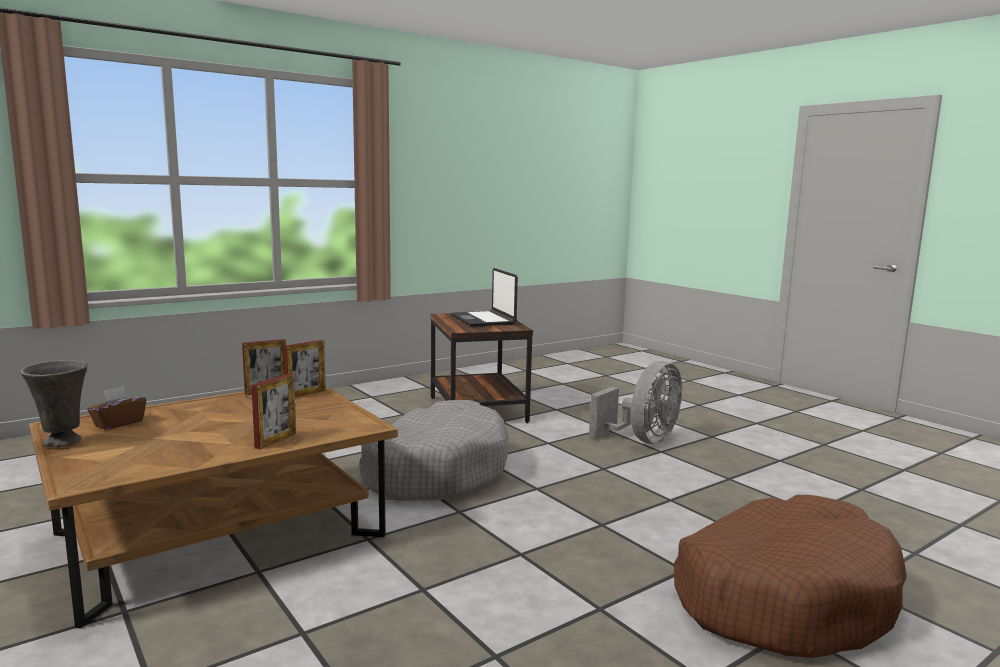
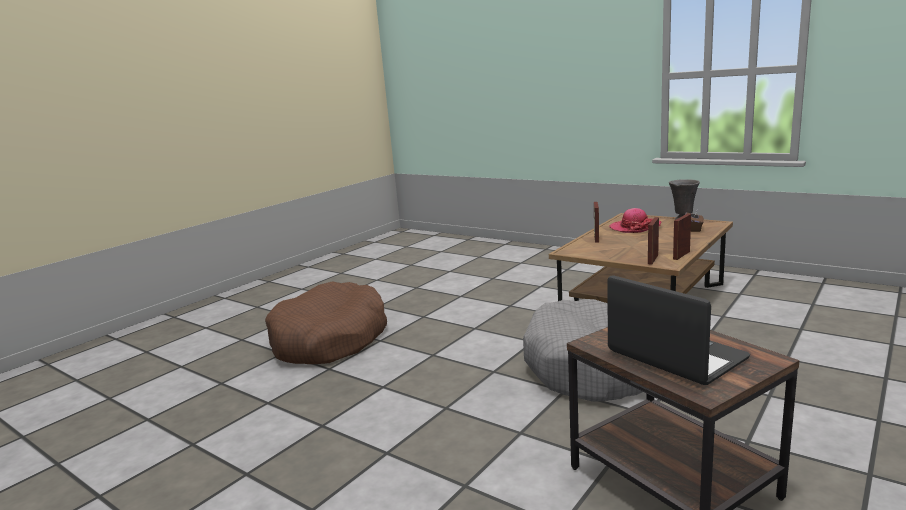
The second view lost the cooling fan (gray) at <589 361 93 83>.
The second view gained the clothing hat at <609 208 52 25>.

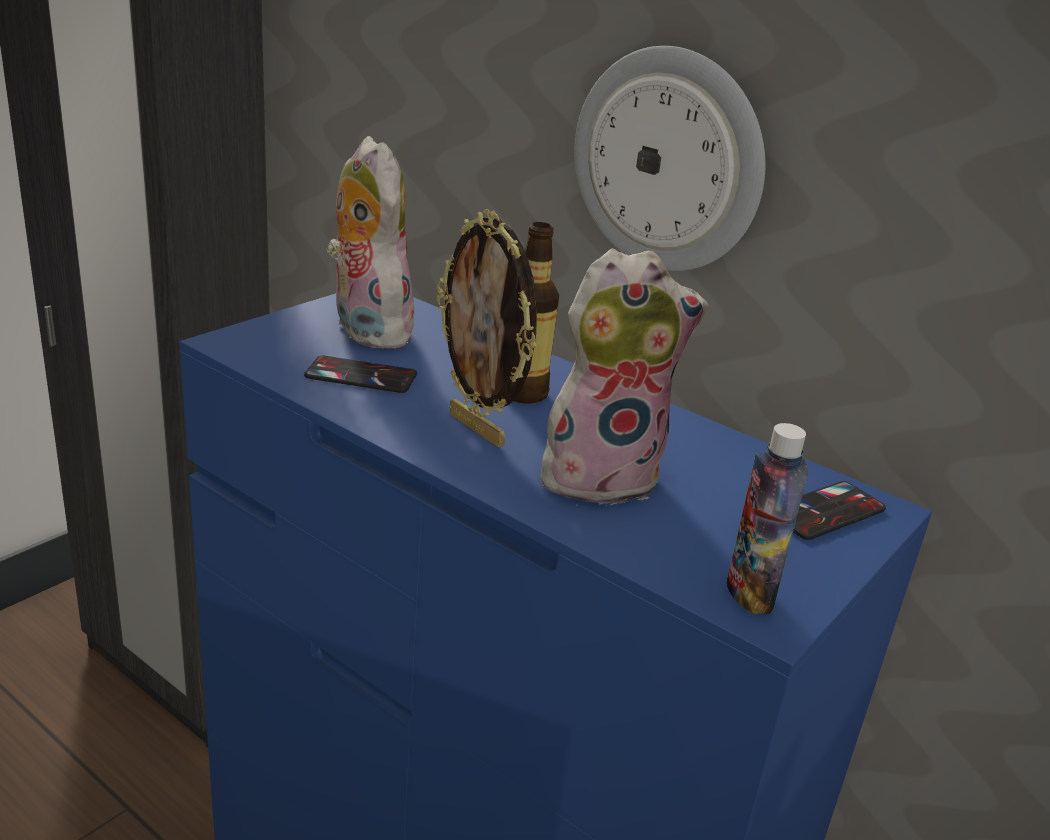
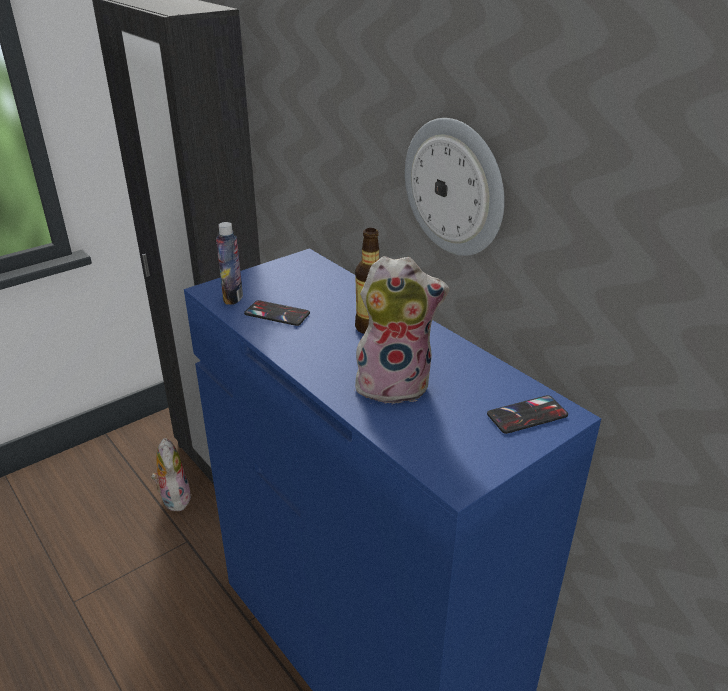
The cuddly toy ended up elsewhere, having gone from <326 136 92 213> to <151 438 41 73>.
The second view lost the standing frame at <436 209 101 238>.
The beverage bottle ended up elsewhere, having gone from <727 423 81 191> to <216 222 27 83>.

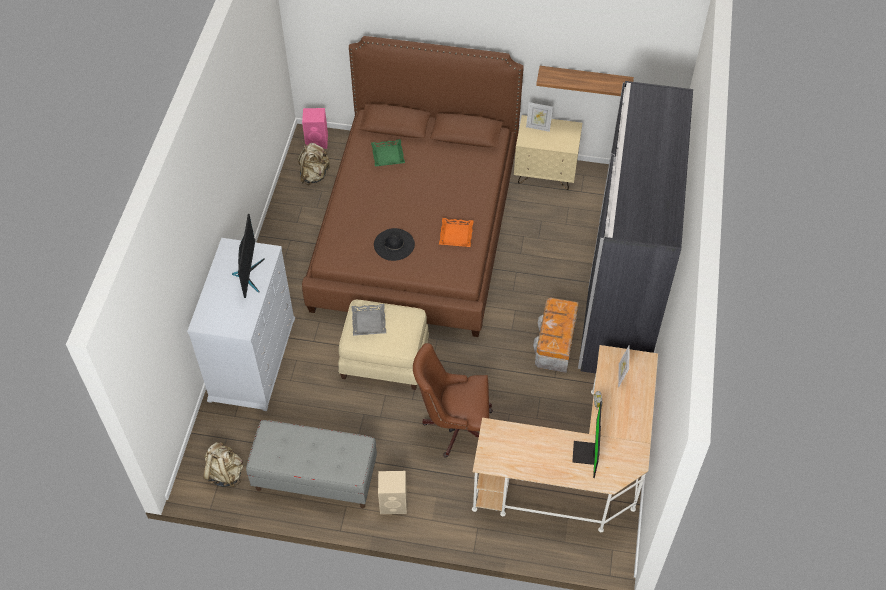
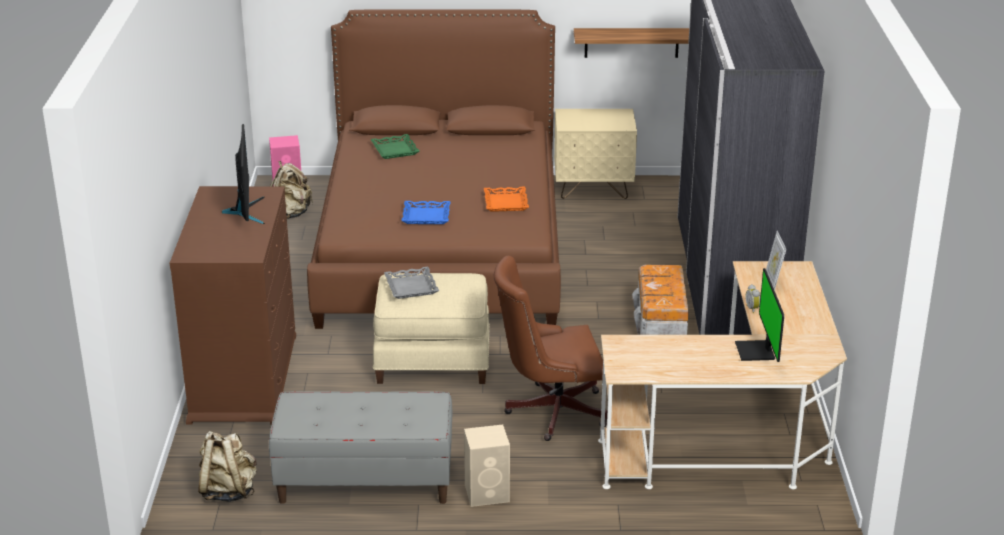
What was the dresser (white) at <187 238 108 173> turned into the dresser (brown-coloured) at <170 186 126 239>.
Where the clothing hat (blackish) stood at <374 228 41 33>, the carrying tray (bluish) came to stand at <401 201 50 23>.
The second view lost the standing frame at <526 102 27 30>.

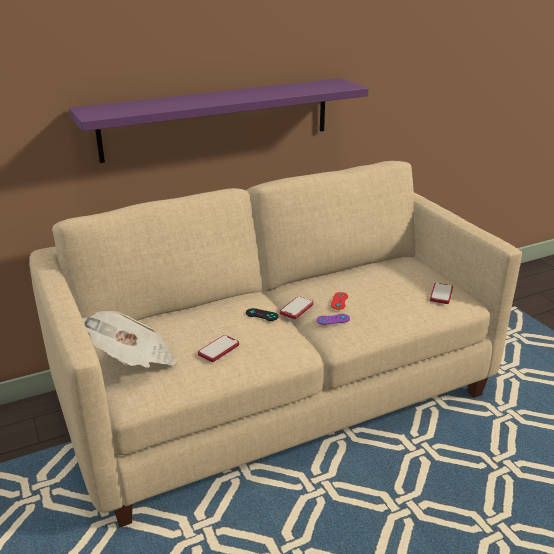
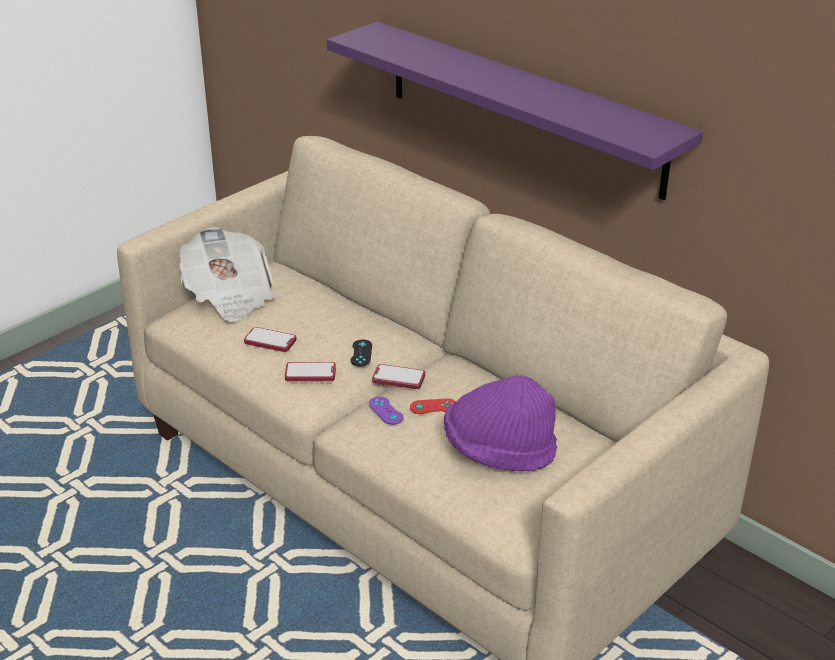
The phone ended up elsewhere, having gone from <430 283 23 21> to <285 362 51 19>.
The second view gained the clothing hat (purple) at <444 375 113 97>.

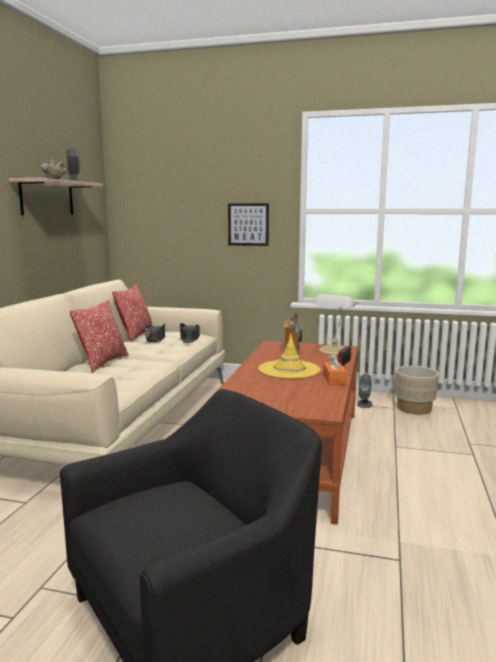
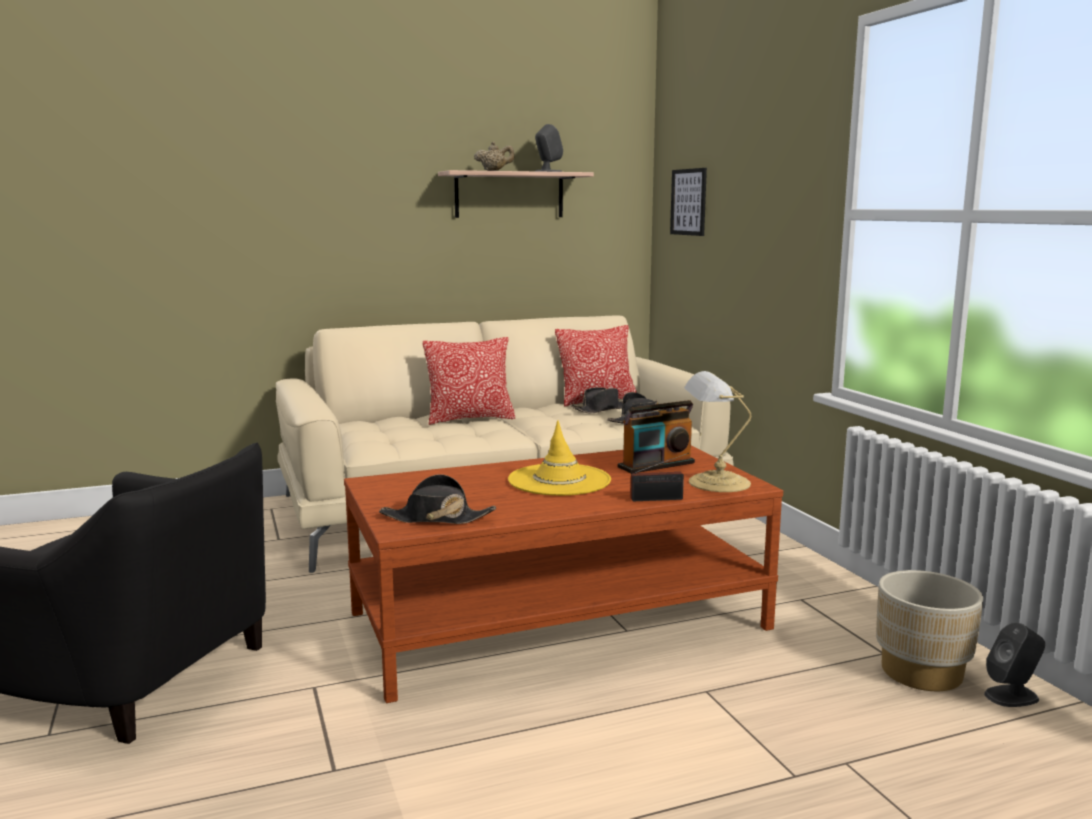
The wall art ended up elsewhere, having gone from <228 203 41 43> to <670 168 37 68>.
The second view lost the tissue box (orangey) at <323 354 23 31>.
The loudspeaker (gray) ended up elsewhere, having gone from <357 374 15 34> to <984 622 61 85>.
The second view gained the clothing hat (blackish) at <379 474 117 50>.

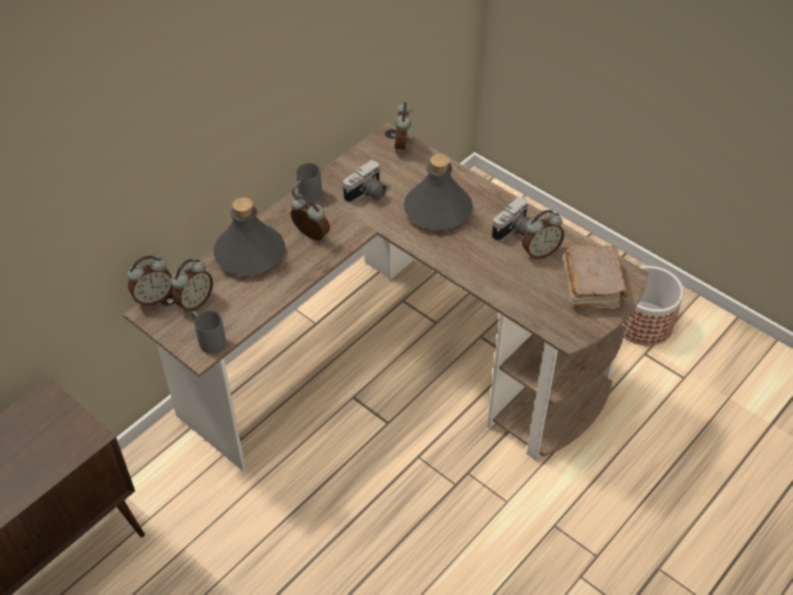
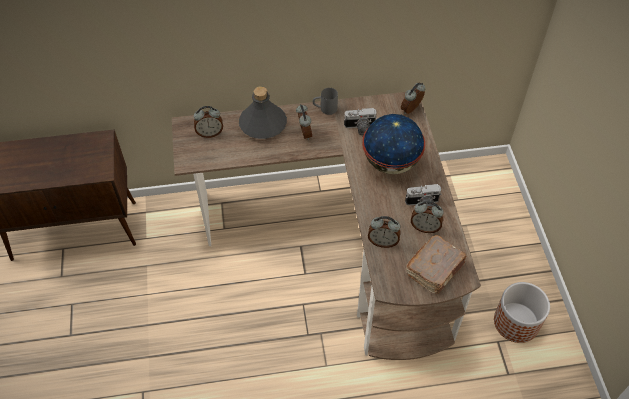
The bedside clock ended up elsewhere, having gone from <127 256 46 50> to <368 216 33 32>.
The second view lost the mug (gray) at <192 311 34 43>.
Where the beverage bottle (gray) stood at <404 154 69 76>, the world globe came to stand at <362 114 63 60>.

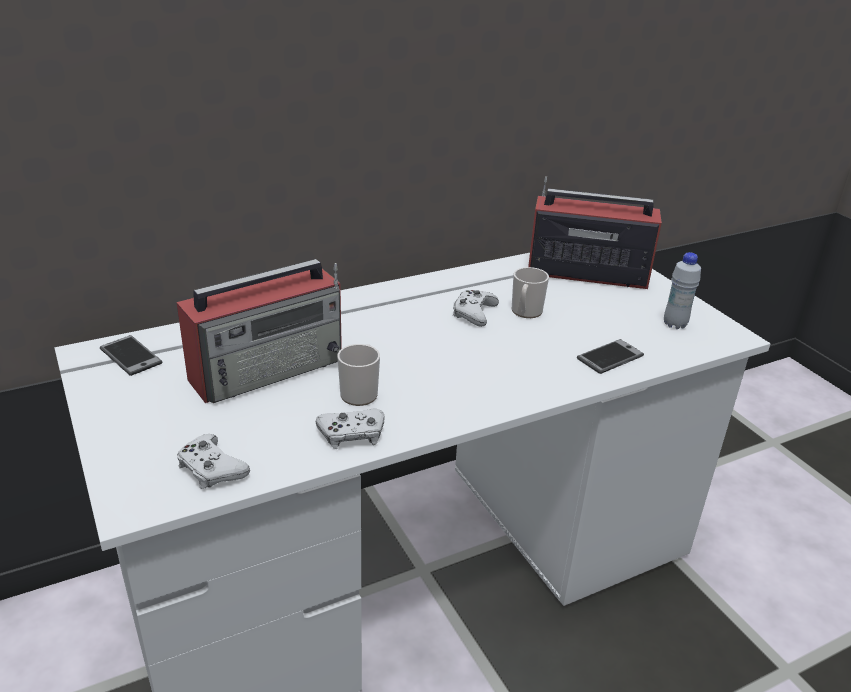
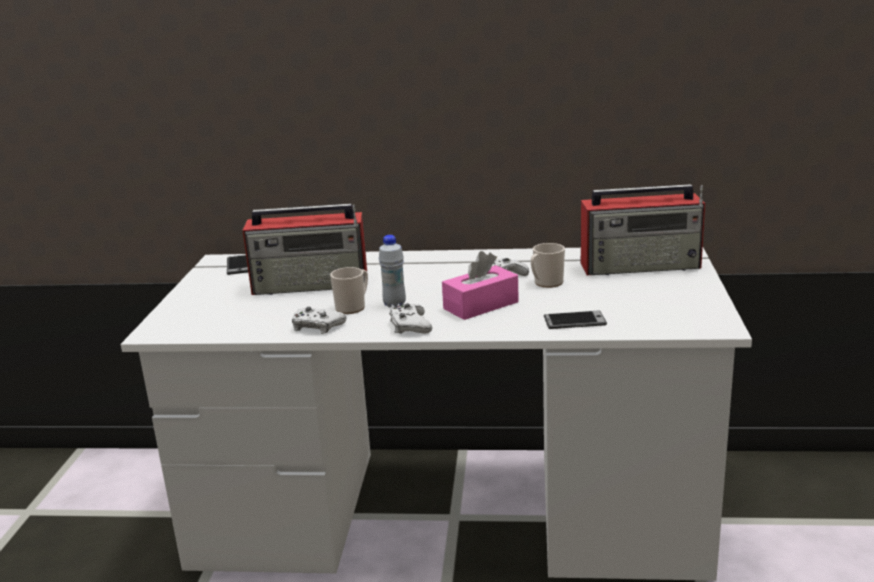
The joypad (white) ended up elsewhere, having gone from <177 434 73 55> to <389 303 43 31>.
The radio receiver at <528 176 134 113> ended up facing another way, 135 degrees clockwise from before.
The beverage bottle (white) ended up elsewhere, having gone from <664 252 37 77> to <379 235 27 72>.
The second view gained the tissue box (pink-coloured) at <442 251 77 69>.

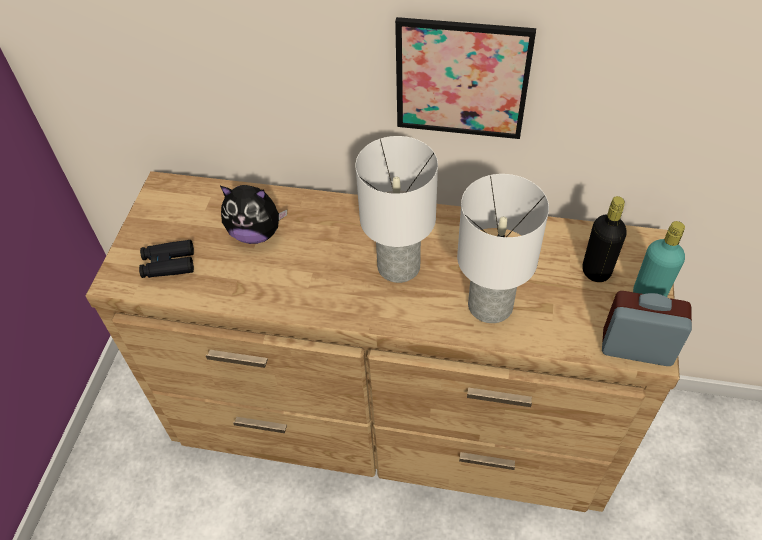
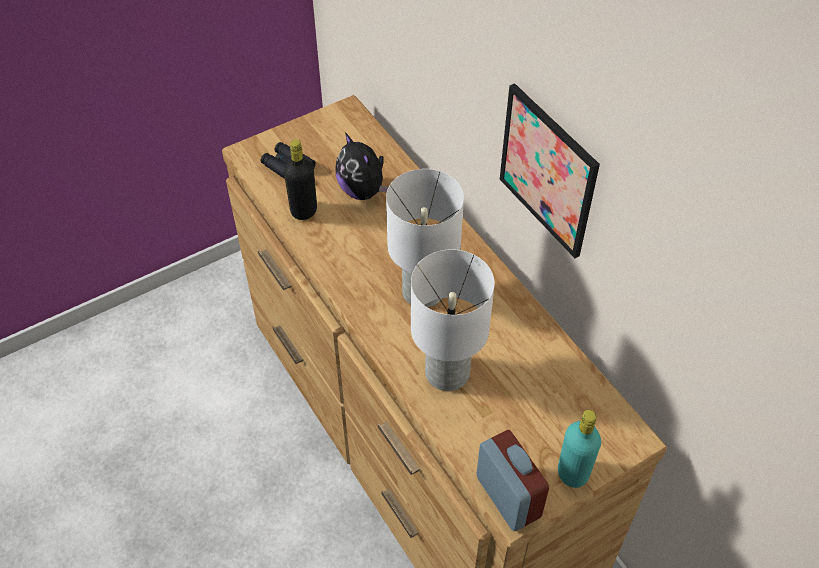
The beverage bottle (blackish) ended up elsewhere, having gone from <582 196 45 86> to <284 139 33 81>.

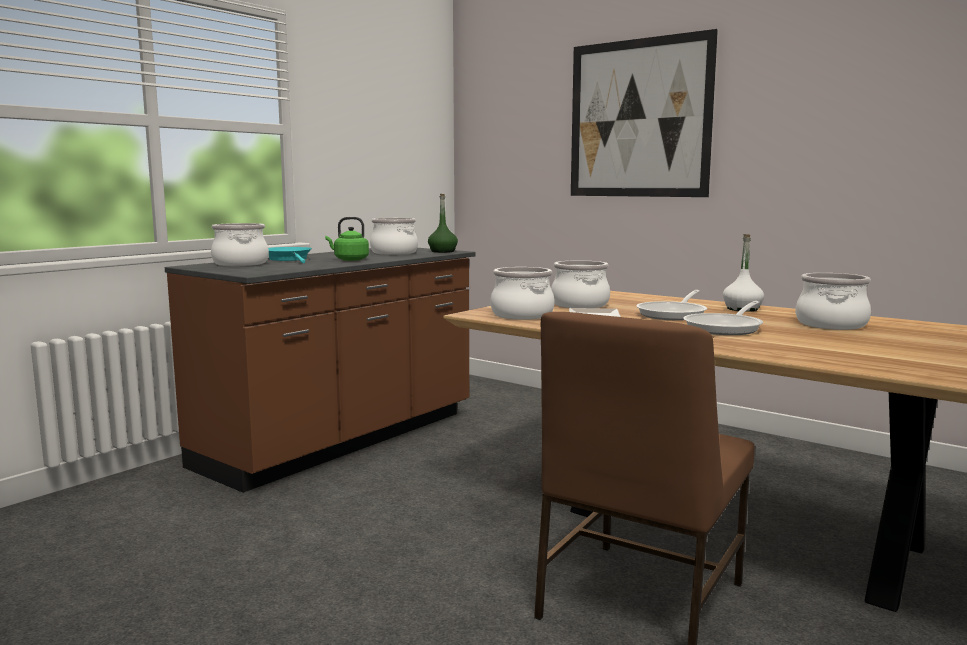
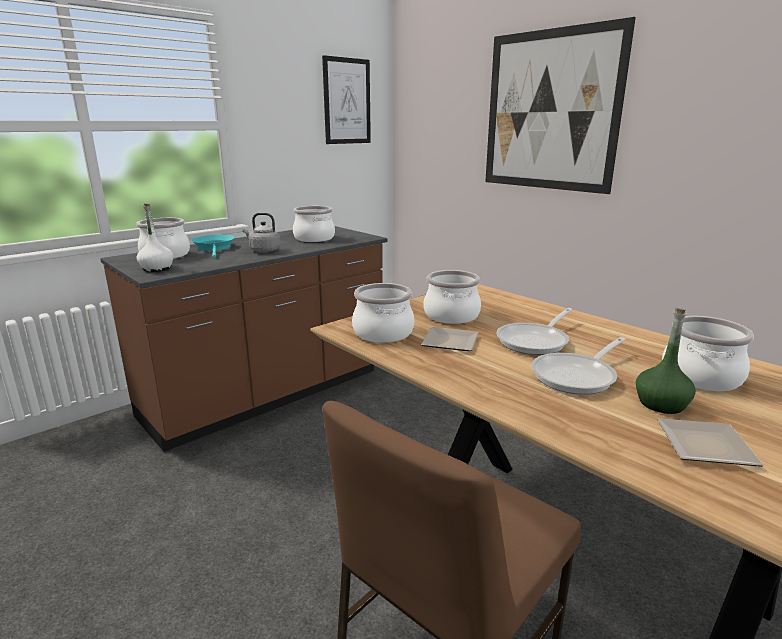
What was the kettle (green-coloured) at <325 217 44 44> turned into the kettle (gray) at <243 213 37 40>.
The beverage bottle (green-coloured) ended up elsewhere, having gone from <428 194 30 59> to <636 308 60 106>.
The beverage bottle (white) ended up elsewhere, having gone from <723 234 41 78> to <137 203 36 69>.
The second view gained the wall art at <322 55 49 89>.
The second view gained the dinner plate at <657 418 107 49>.

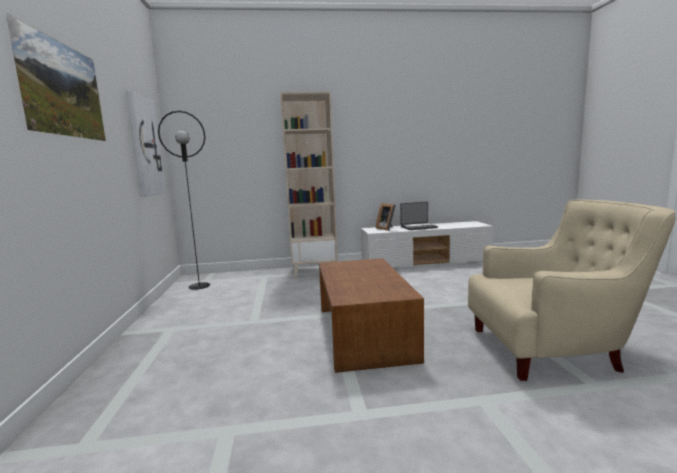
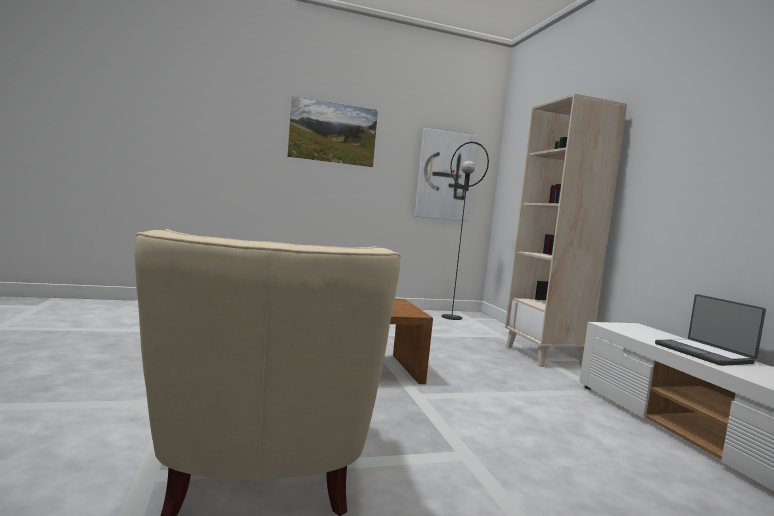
The second view lost the standing frame at <376 203 20 28>.

